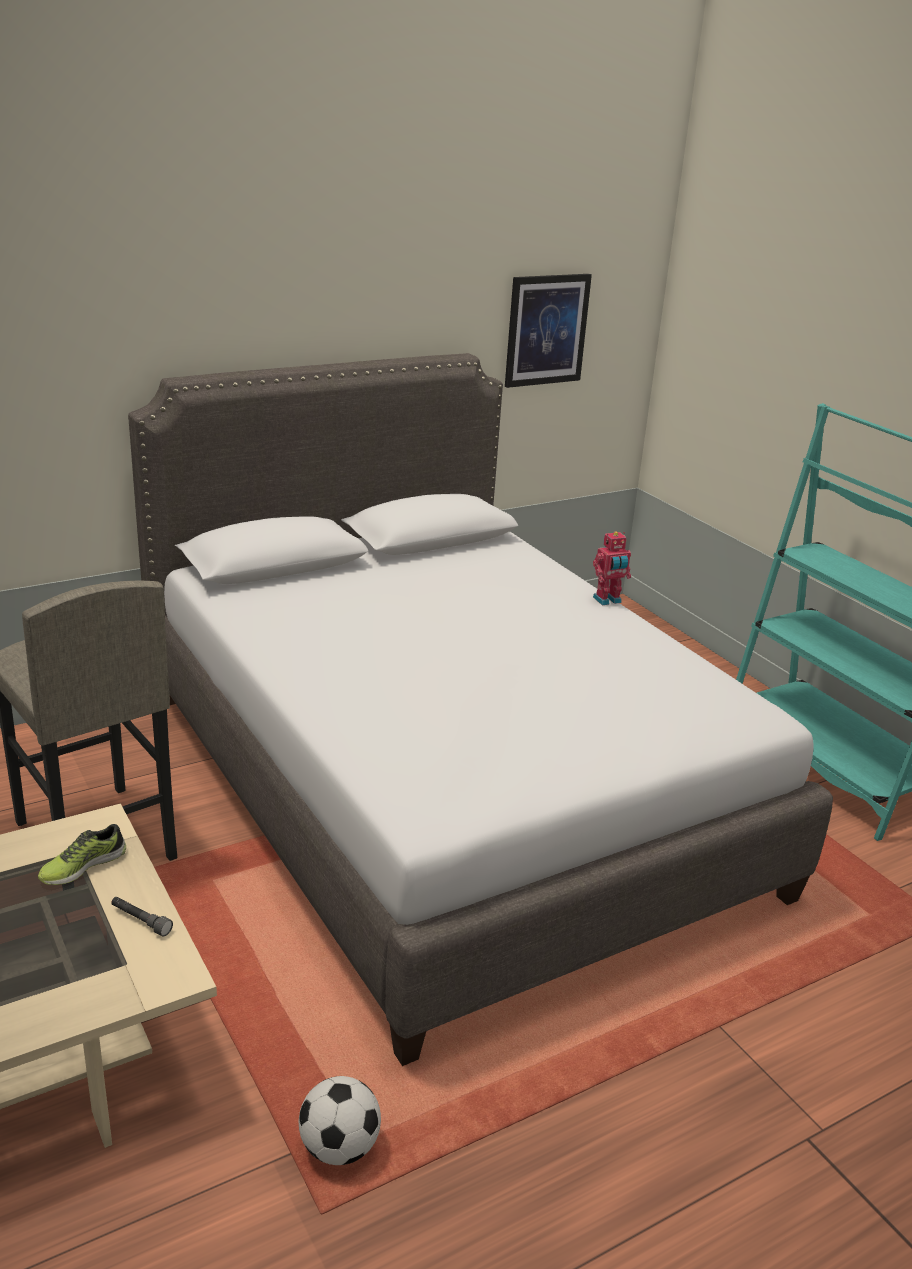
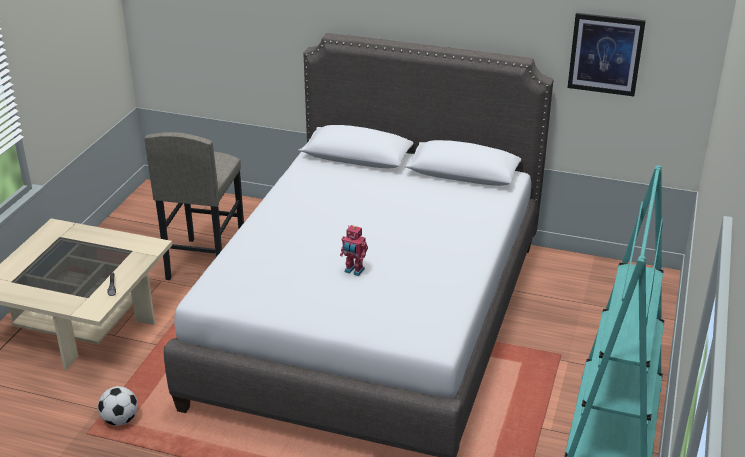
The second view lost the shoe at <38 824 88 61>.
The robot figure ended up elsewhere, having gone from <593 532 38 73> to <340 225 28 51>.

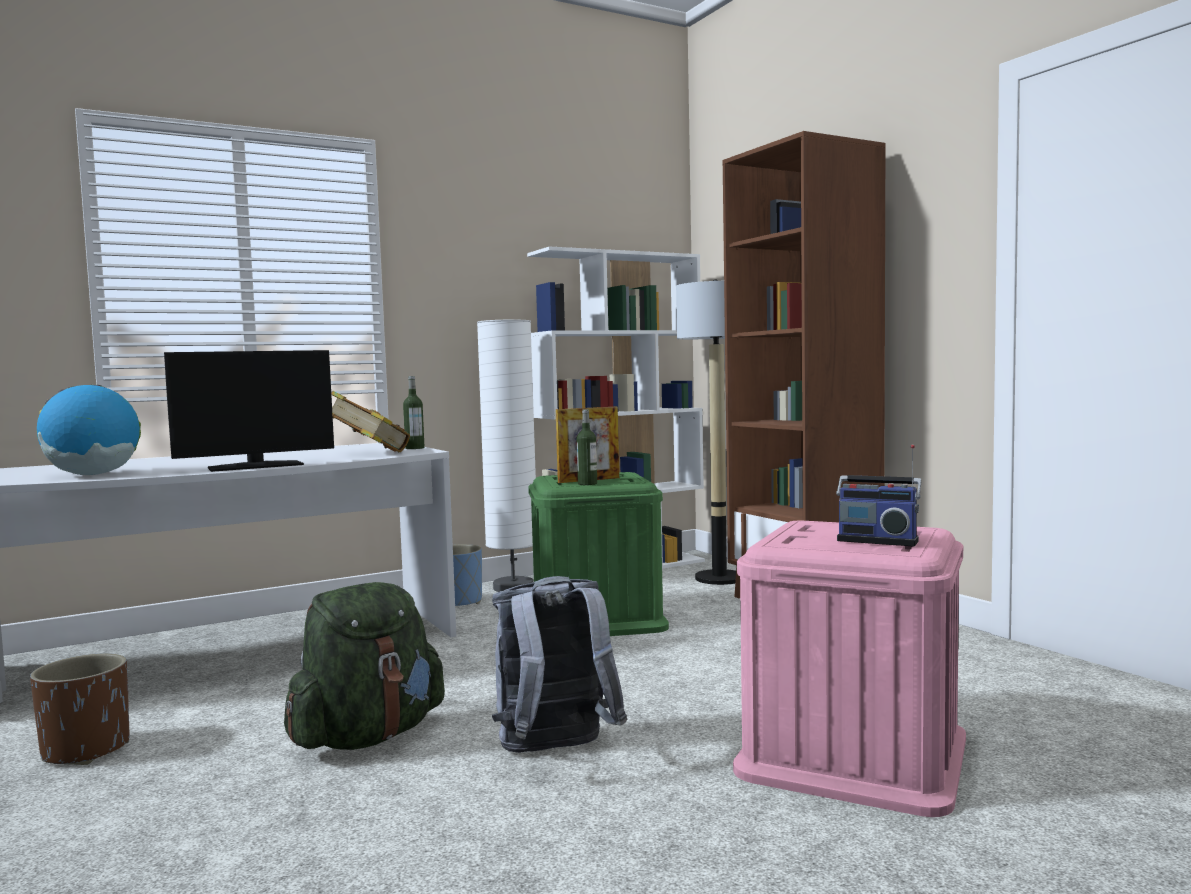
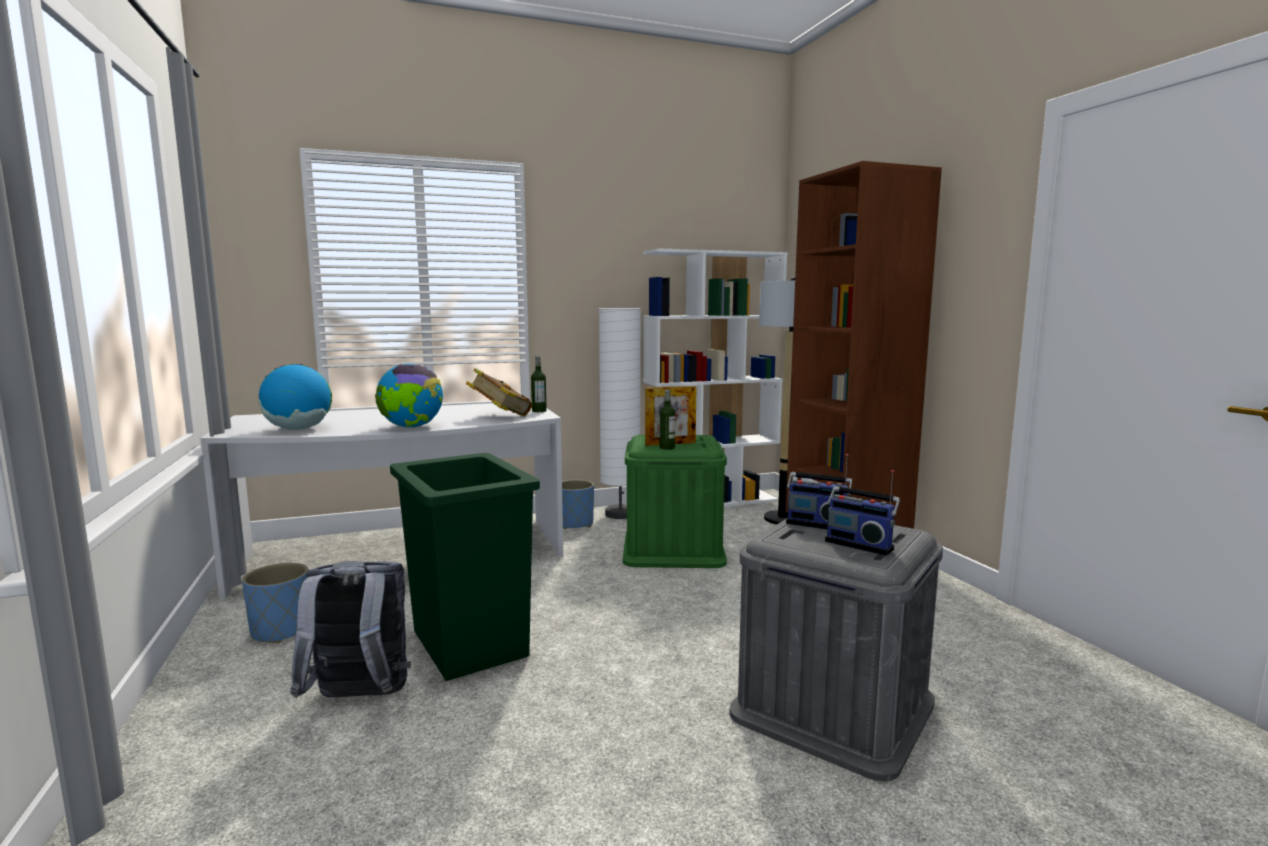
What was the plant pot (brown-coloured) at <30 653 99 112> turned into the plant pot (bluish) at <242 563 67 80>.
Where the monitor stood at <164 350 170 122>, the world globe came to stand at <375 364 68 64>.
Where the knapsack (green-coloured) stood at <284 582 161 168>, the rubbish bin (green-coloured) came to stand at <390 453 150 228>.
The knapsack (gray) ended up elsewhere, having gone from <492 576 135 177> to <290 561 121 137>.
What was the storage bin (pink-coloured) at <733 521 233 296> turned into the storage bin (gray) at <729 519 214 263>.
The second view gained the radio receiver at <786 454 66 76>.

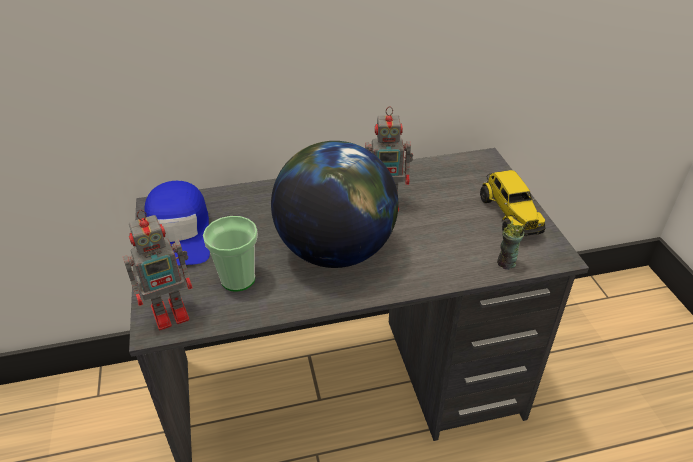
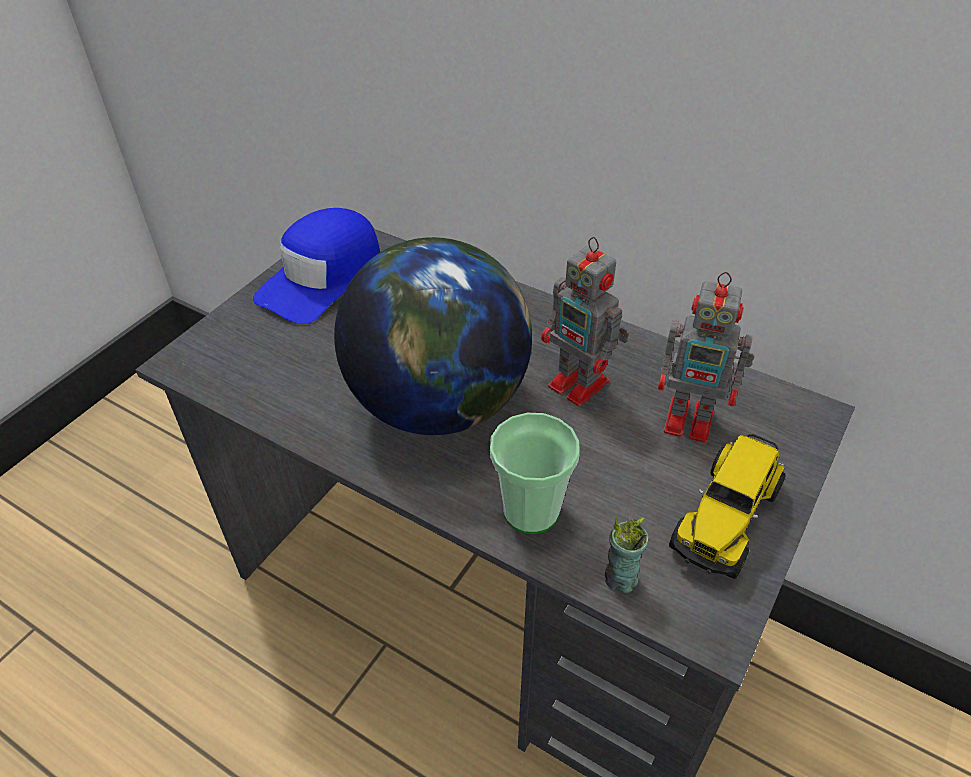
The robot figure ended up elsewhere, having gone from <123 210 70 120> to <657 272 97 171>.
The drinking cup ended up elsewhere, having gone from <203 216 55 75> to <490 413 90 121>.

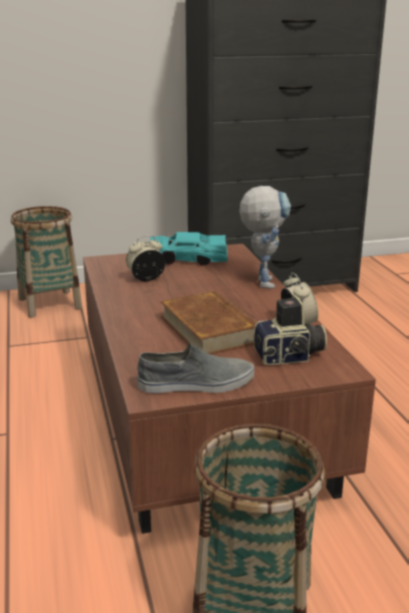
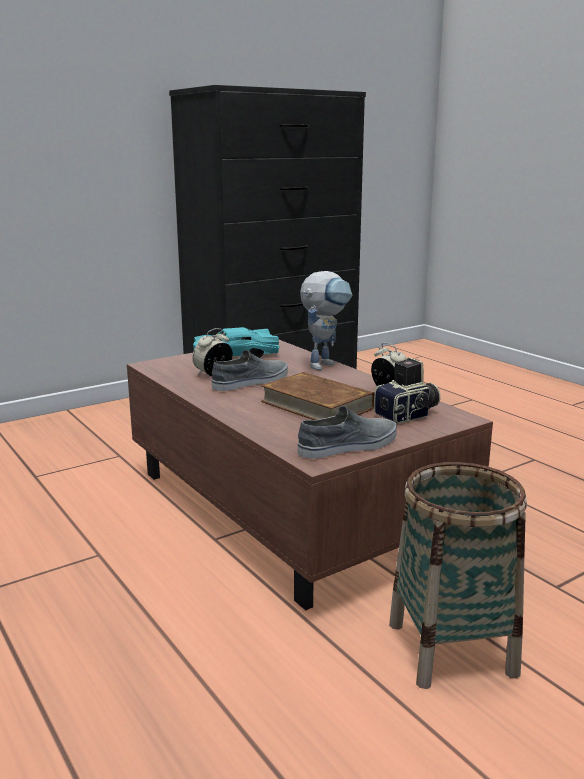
The second view lost the basket at <11 206 71 112>.
The robot figure at <239 186 52 103> ended up facing another way, 60 degrees clockwise from before.
The second view gained the shoe (gray) at <212 350 76 41>.

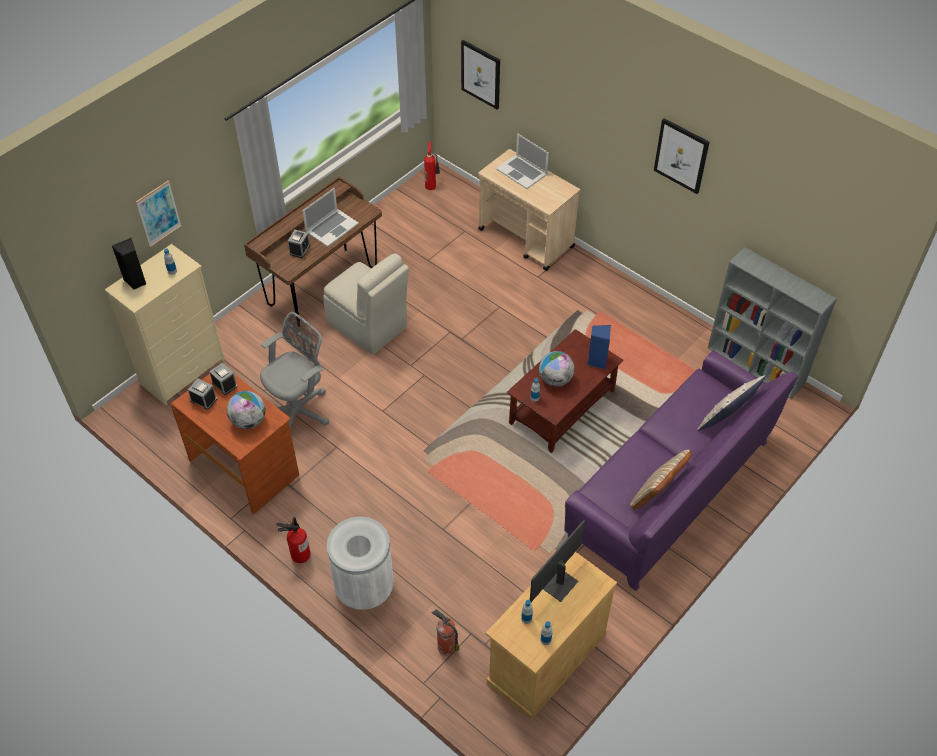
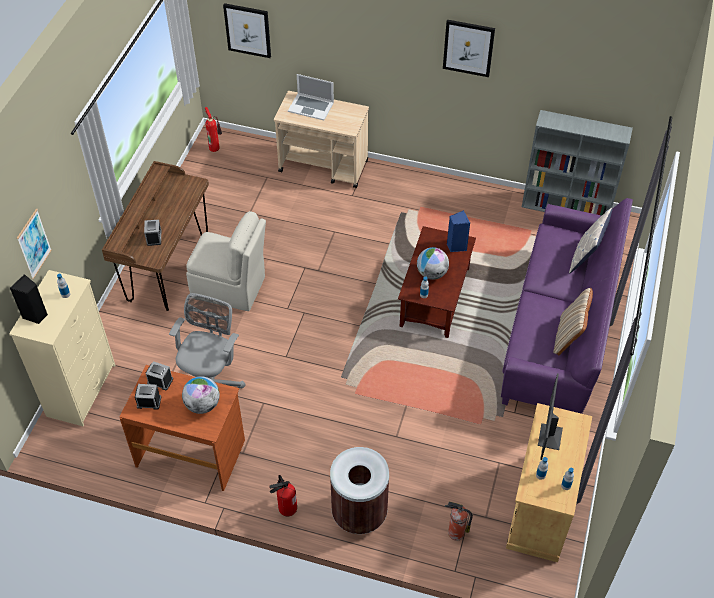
The second view lost the portable computer at <302 188 57 59>.
What was the rubbish bin (white) at <327 517 67 93> turned into the rubbish bin (brown-coloured) at <330 447 59 87>.

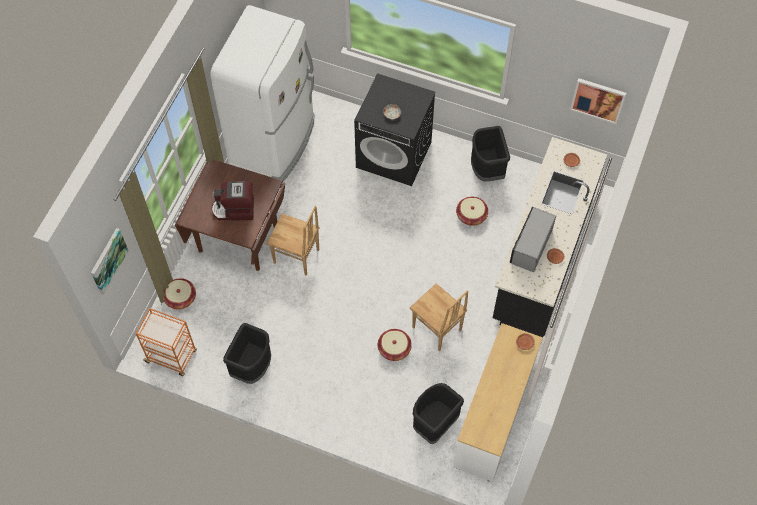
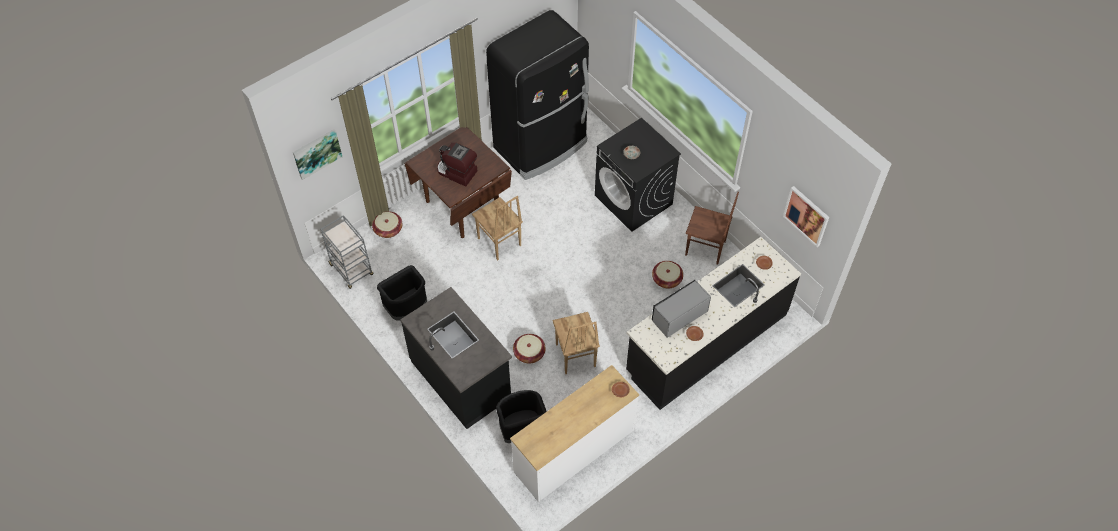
What was the cart (orangey) at <136 308 61 68> turned into the cart (gray) at <320 215 53 74>.
What was the refrigerator (white) at <210 5 105 177> turned into the refrigerator (blackish) at <486 10 103 170>.
Where the rubbish bin (blackish) stood at <471 126 39 56>, the plain chair (brown-coloured) came to stand at <685 192 54 73>.
The second view gained the kitchen base unit (blackish) at <400 287 112 142>.

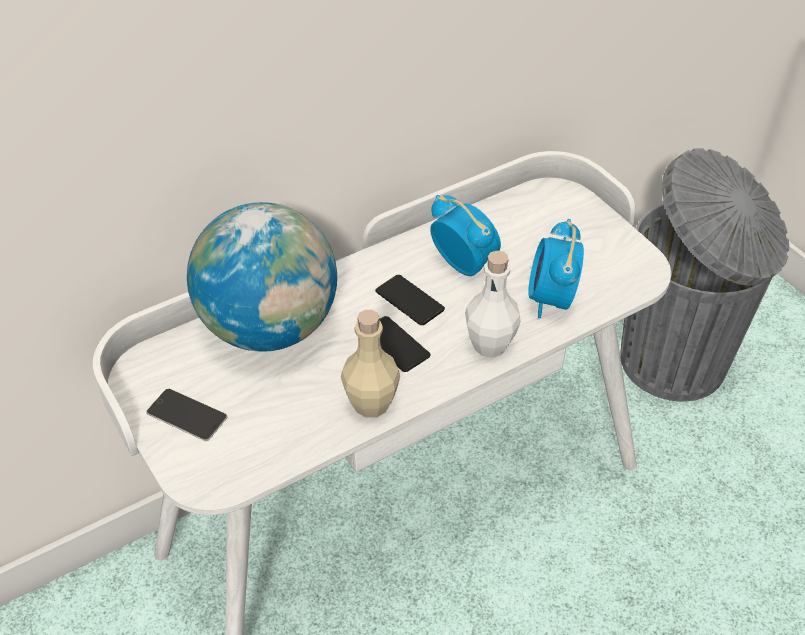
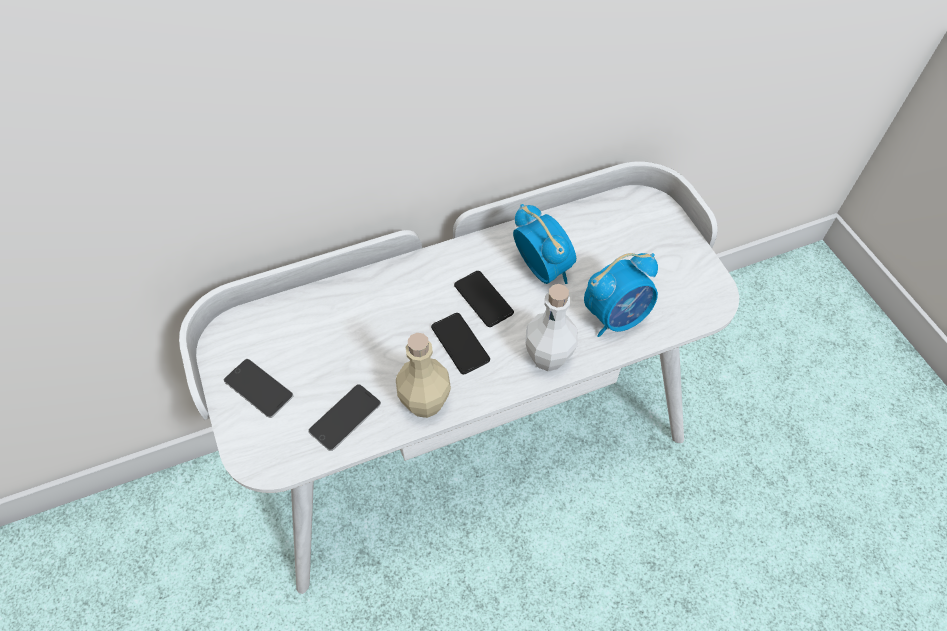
The second view lost the world globe at <187 202 150 150>.
The bedside clock at <528 219 56 99> ended up facing another way, 135 degrees counterclockwise from before.
The second view lost the rubbish bin (gray) at <620 148 169 253>.
The second view gained the phone at <308 384 73 67>.

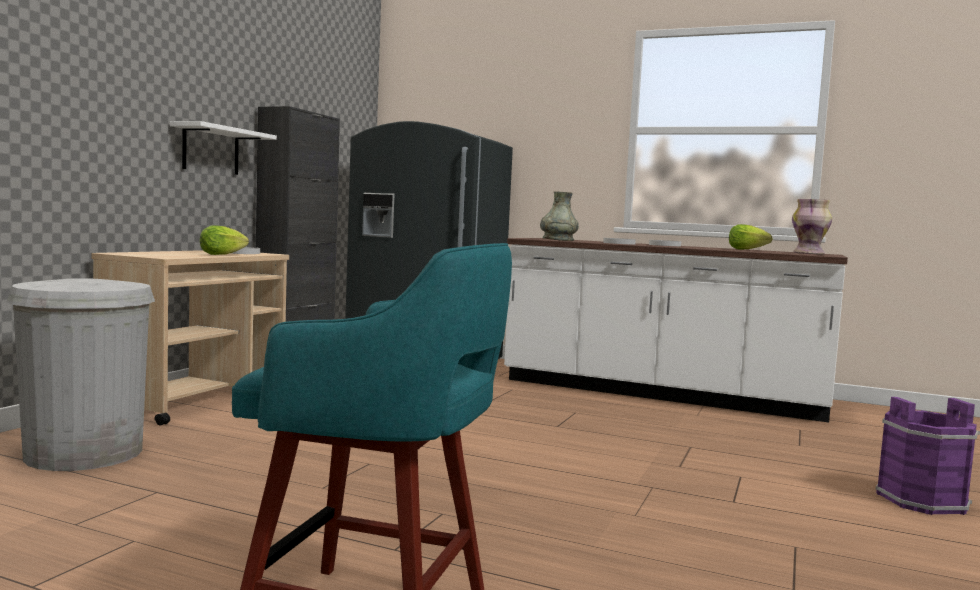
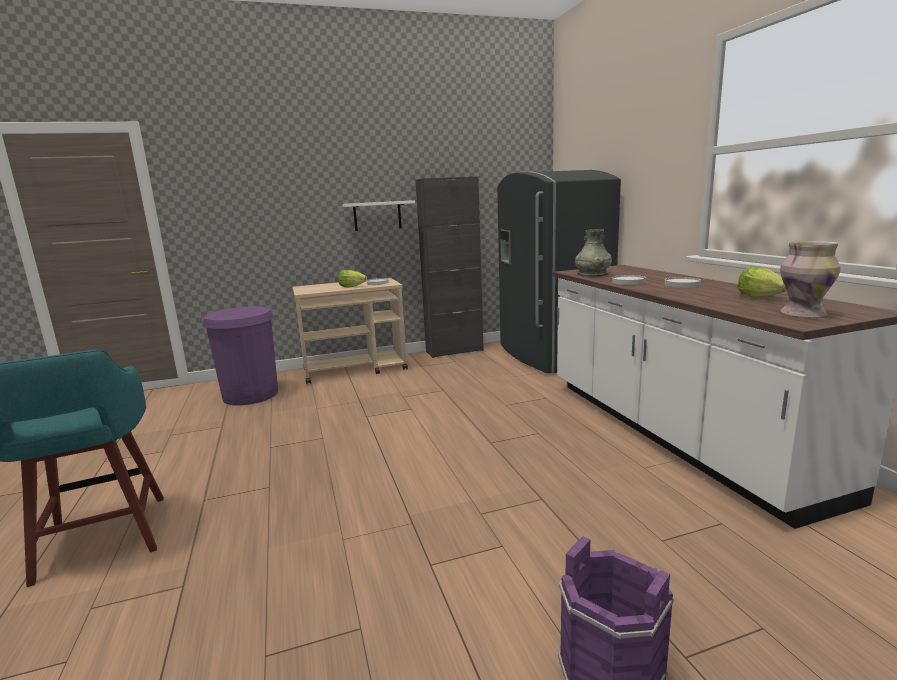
What was the rubbish bin (white) at <6 278 149 193> turned into the rubbish bin (purple) at <202 306 76 100>.

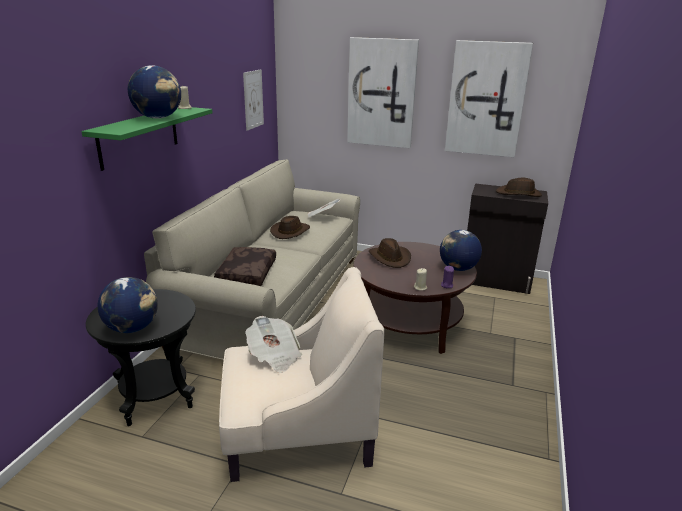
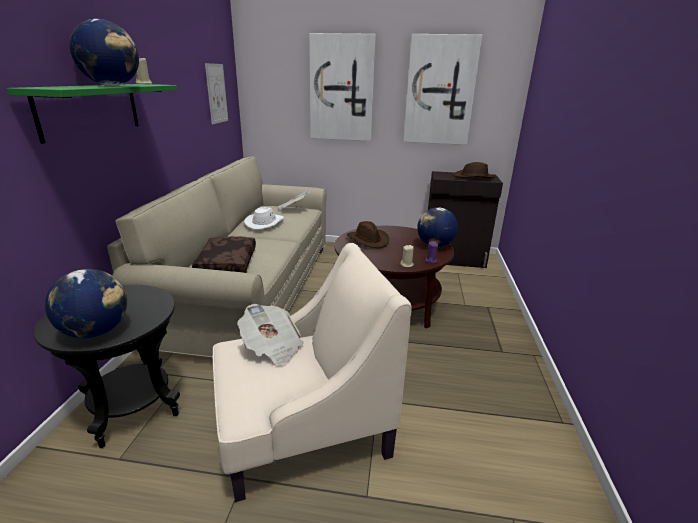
What was the clothing hat (brown-coloured) at <270 216 40 23> turned into the clothing hat (white) at <244 207 40 23>.

